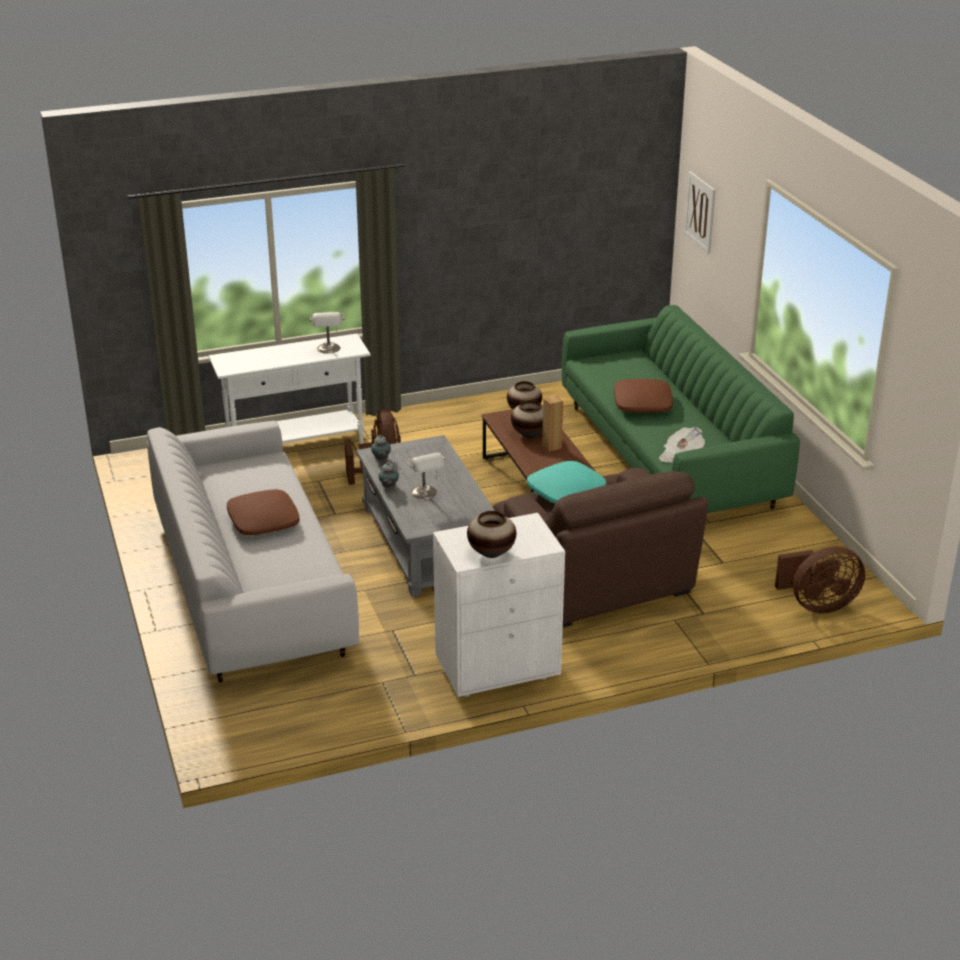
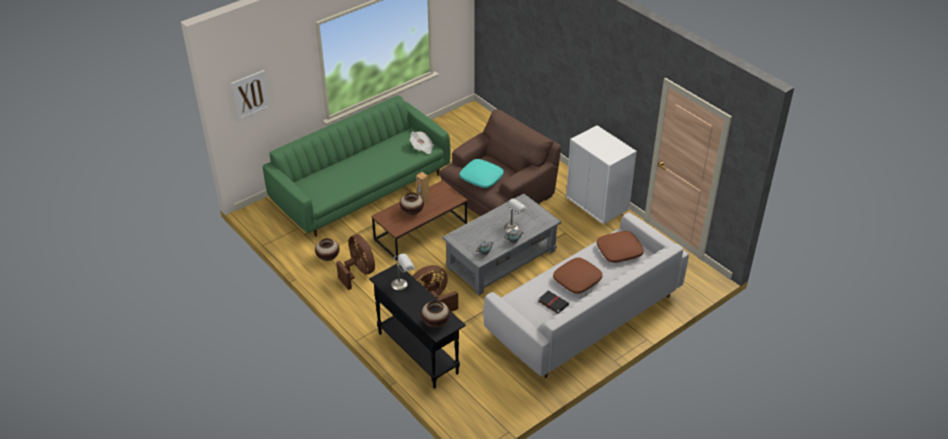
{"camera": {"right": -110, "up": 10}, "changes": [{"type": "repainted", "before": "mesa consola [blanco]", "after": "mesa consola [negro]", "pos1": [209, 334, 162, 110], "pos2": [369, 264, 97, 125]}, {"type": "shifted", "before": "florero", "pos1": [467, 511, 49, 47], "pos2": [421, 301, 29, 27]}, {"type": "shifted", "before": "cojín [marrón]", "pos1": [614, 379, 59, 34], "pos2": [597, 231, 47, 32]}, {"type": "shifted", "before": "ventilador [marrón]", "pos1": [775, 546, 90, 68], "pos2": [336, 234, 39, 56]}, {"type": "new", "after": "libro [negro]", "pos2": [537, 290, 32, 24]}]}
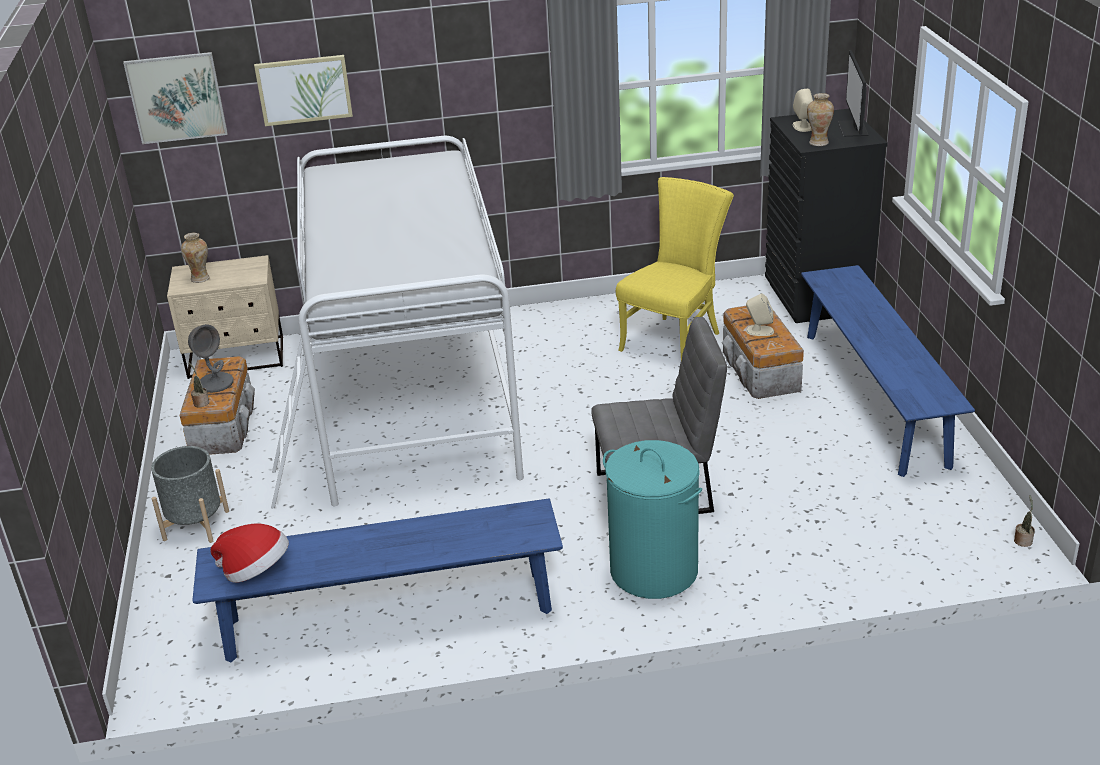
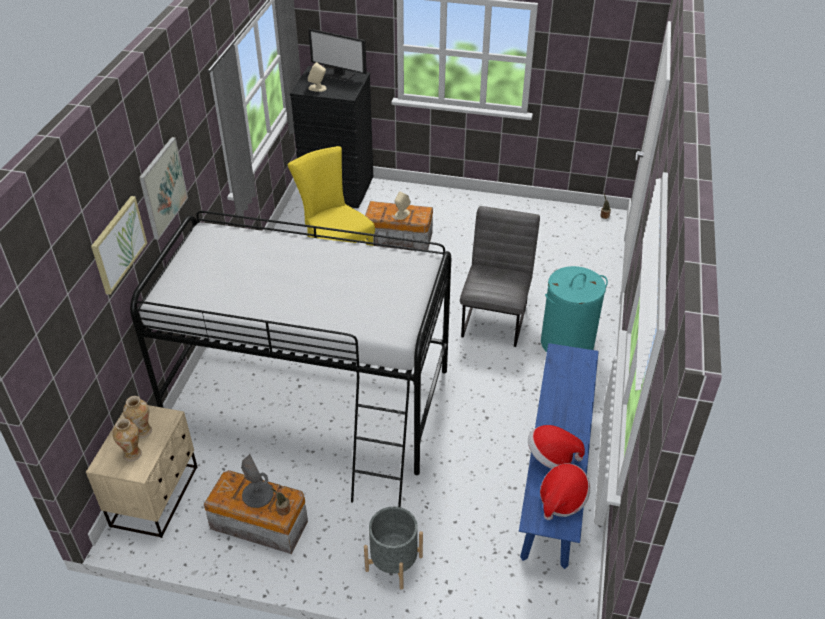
{"camera": {"right": -70, "up": 10}, "changes": [{"type": "shifted", "before": "cuadro", "pos1": [123, 52, 105, 92], "pos2": [139, 137, 49, 103]}, {"type": "repainted", "before": "cama [blanco]", "after": "cama [negro]", "pos1": [271, 136, 253, 372], "pos2": [130, 211, 321, 296]}, {"type": "gone", "before": "banco [azul]", "pos1": [801, 265, 174, 212]}, {"type": "shifted", "before": "florero", "pos1": [807, 93, 27, 53], "pos2": [123, 396, 29, 42]}, {"type": "new", "after": "sombrero", "pos2": [528, 425, 57, 44]}]}
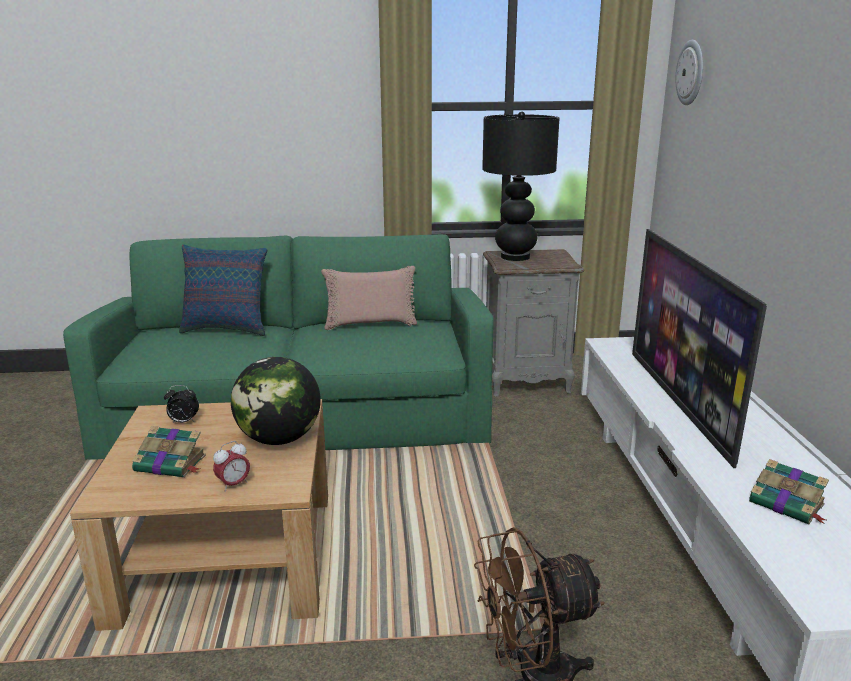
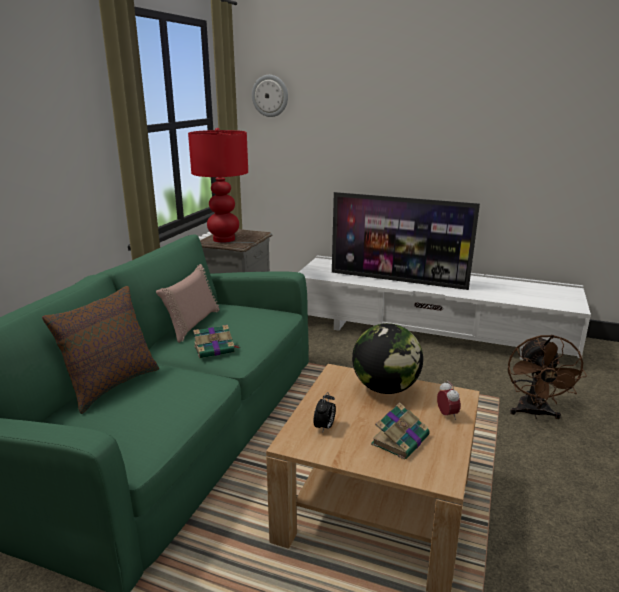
{"camera": {"right": -65, "up": 0}, "changes": [{"type": "repainted", "before": "cojín [azul]", "after": "cojín [marrón]", "pos1": [179, 245, 88, 91], "pos2": [42, 286, 117, 128]}, {"type": "repainted", "before": "lámpara de mesa [negro]", "after": "lámpara de mesa [rojo]", "pos1": [482, 111, 77, 150], "pos2": [188, 128, 60, 115]}, {"type": "shifted", "before": "libro", "pos1": [749, 459, 80, 66], "pos2": [193, 325, 47, 33]}]}
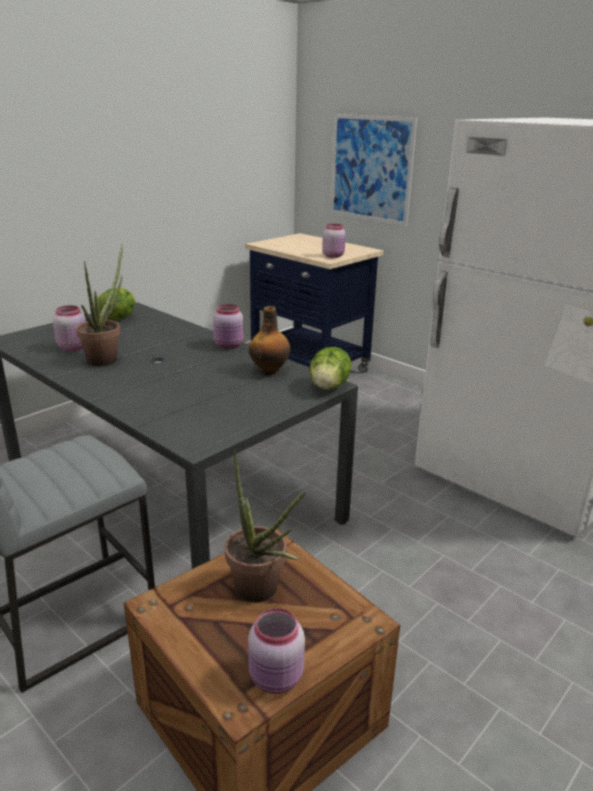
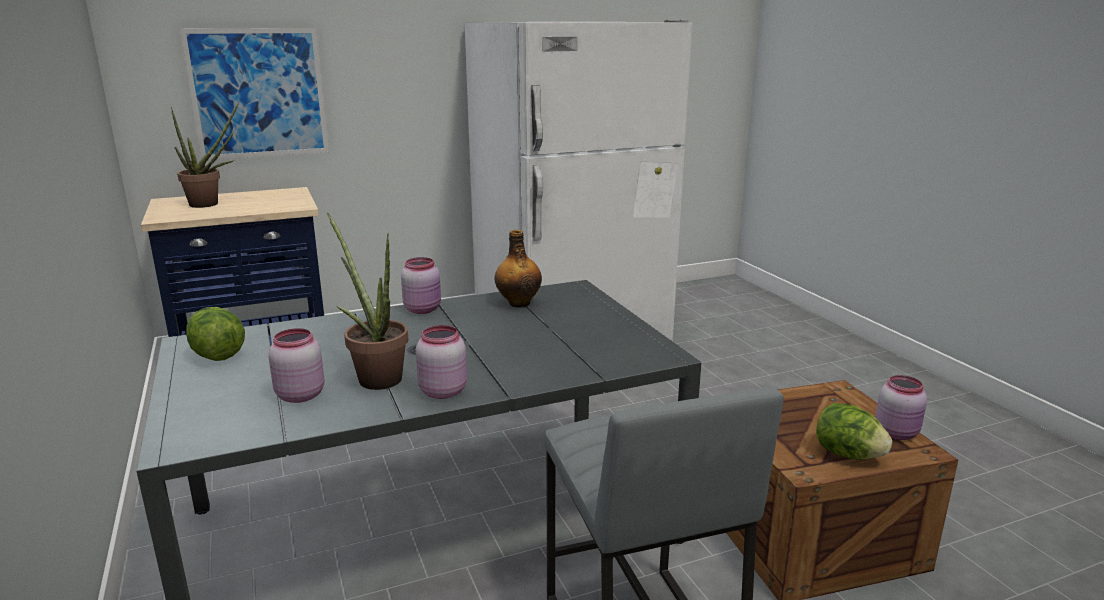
{"camera": {"right": -65, "up": -5}, "changes": [{"type": "shifted", "before": "planta en maceta", "pos1": [225, 449, 81, 153], "pos2": [171, 102, 68, 106]}, {"type": "shifted", "before": "lechuga", "pos1": [309, 347, 42, 43], "pos2": [816, 403, 76, 57]}, {"type": "shifted", "before": "tarro [rosa]", "pos1": [322, 224, 24, 34], "pos2": [416, 325, 51, 74]}]}
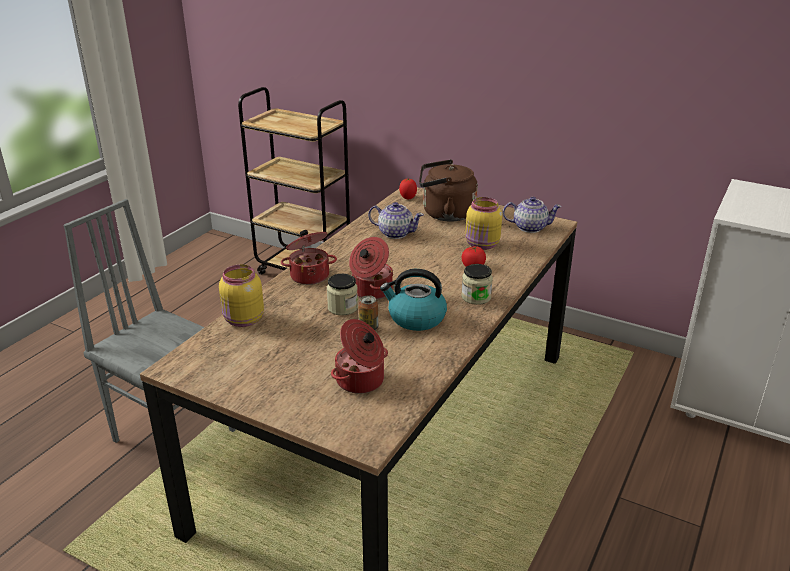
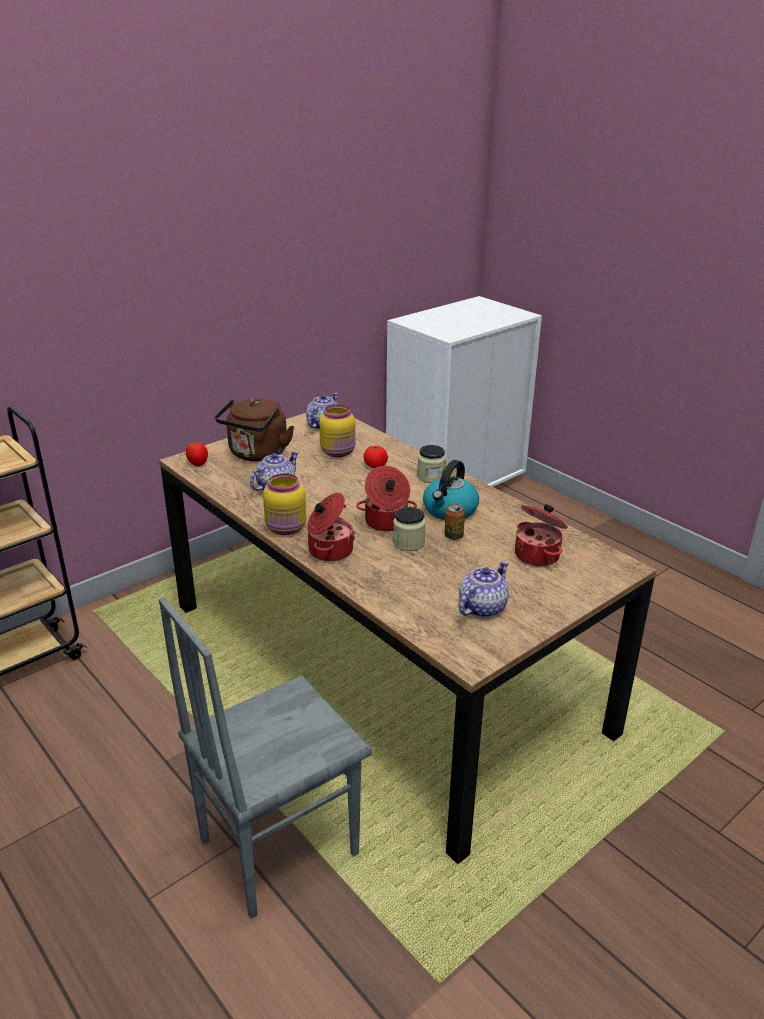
{"camera": {"right": -70, "up": 0}, "changes": [{"type": "shifted", "before": "tarro [amarillo]", "pos1": [219, 265, 45, 62], "pos2": [263, 473, 43, 62]}, {"type": "new", "after": "tetera", "pos2": [459, 561, 50, 56]}]}
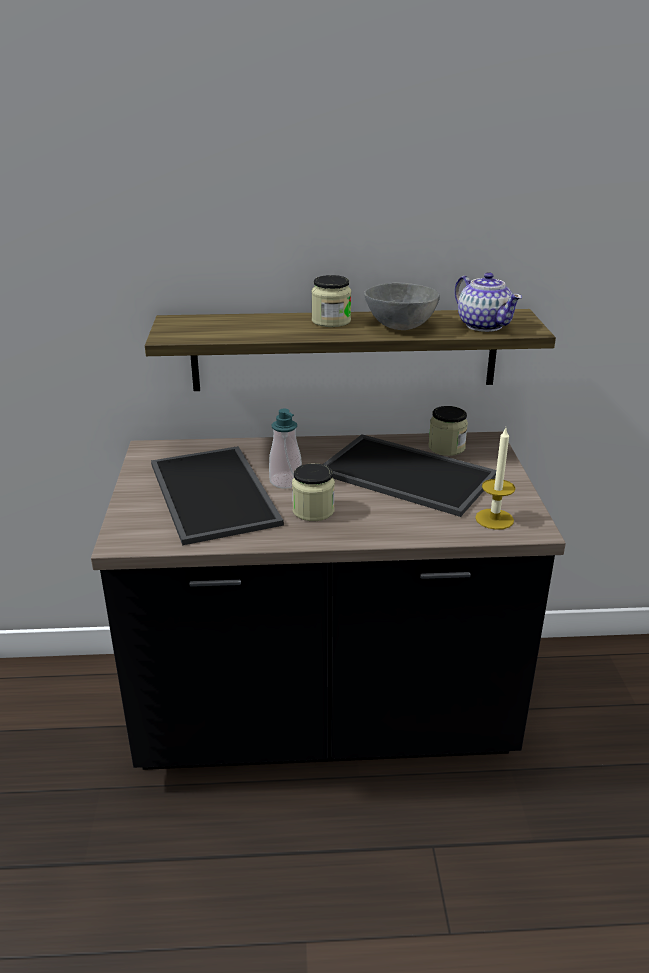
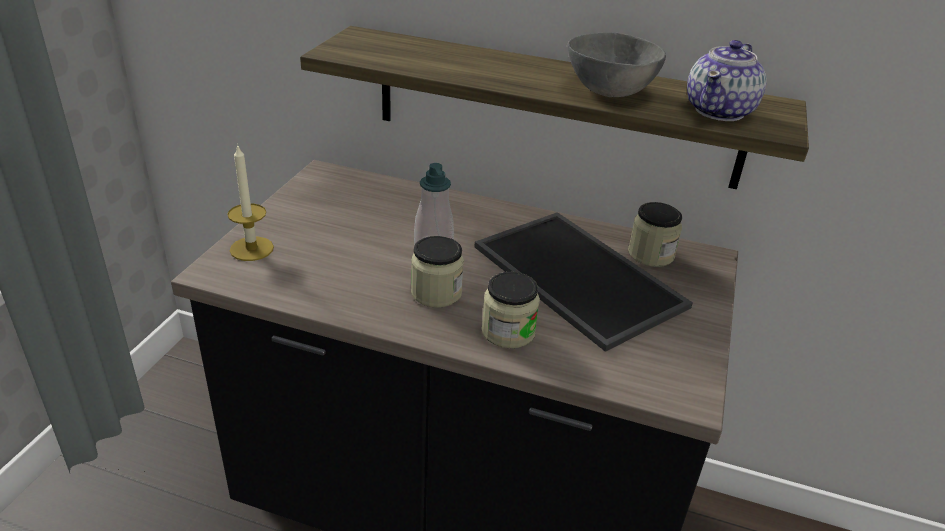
{"camera": {"right": 20, "up": 5}, "changes": [{"type": "gone", "before": "bandeja", "pos1": [151, 446, 133, 99]}, {"type": "shifted", "before": "tarro", "pos1": [311, 275, 40, 52], "pos2": [482, 272, 58, 76]}, {"type": "rotated", "before": "tetera", "pos1": [454, 272, 68, 60], "pos2": [687, 40, 80, 81], "turn": 45}, {"type": "shifted", "before": "vela", "pos1": [475, 428, 40, 102], "pos2": [227, 144, 47, 117]}]}
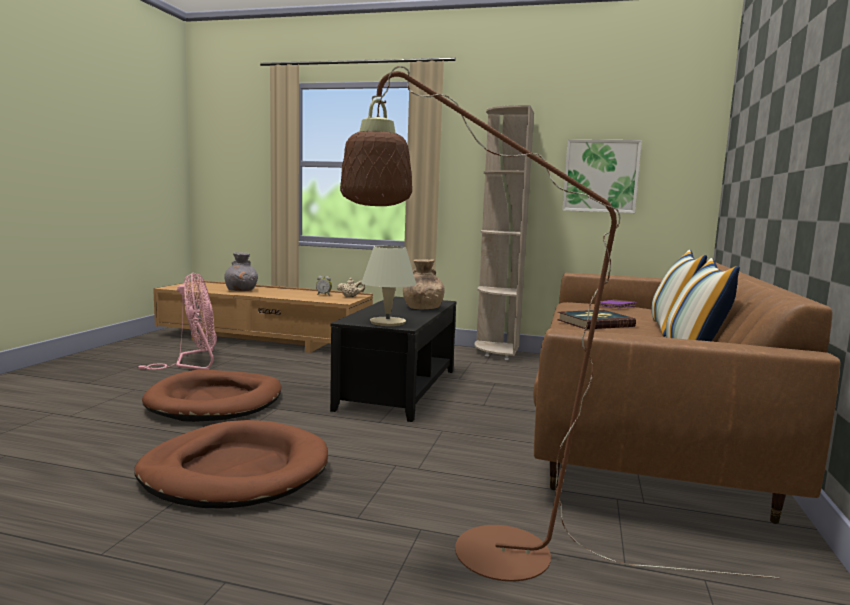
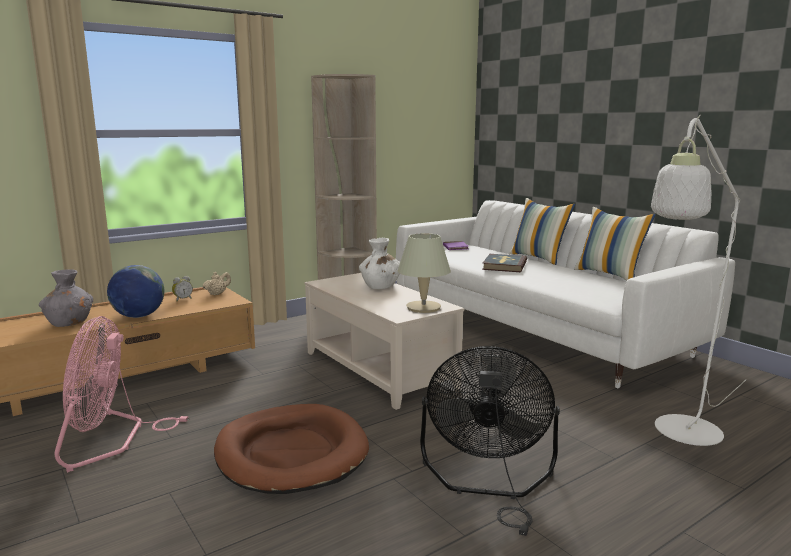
{"camera": {"right": -50, "up": 5}, "changes": [{"type": "swapped", "before": "cama para perro [marrón]", "after": "ventilador [negro]", "pos1": [134, 420, 194, 88], "pos2": [420, 346, 140, 190]}, {"type": "rotated", "before": "ventilador [rosa]", "pos1": [138, 273, 79, 97], "pos2": [55, 316, 135, 157], "turn": -120}, {"type": "repainted", "before": "mesa de centro [negro]", "after": "mesa de centro [beis]", "pos1": [330, 296, 127, 126], "pos2": [304, 273, 160, 137]}, {"type": "repainted", "before": "lámpara de pie [marrón]", "after": "lámpara de pie [blanco]", "pos1": [340, 66, 440, 515], "pos2": [651, 115, 95, 331]}, {"type": "repainted", "before": "florero [marrón]", "after": "florero [blanco]", "pos1": [403, 259, 42, 50], "pos2": [359, 238, 41, 51]}, {"type": "repainted", "before": "sofá [marrón]", "after": "sofá [blanco]", "pos1": [533, 260, 307, 264], "pos2": [396, 200, 339, 188]}, {"type": "gone", "before": "cuadro", "pos1": [563, 139, 79, 74]}, {"type": "new", "after": "globo terráqueo", "pos2": [107, 265, 58, 53]}]}
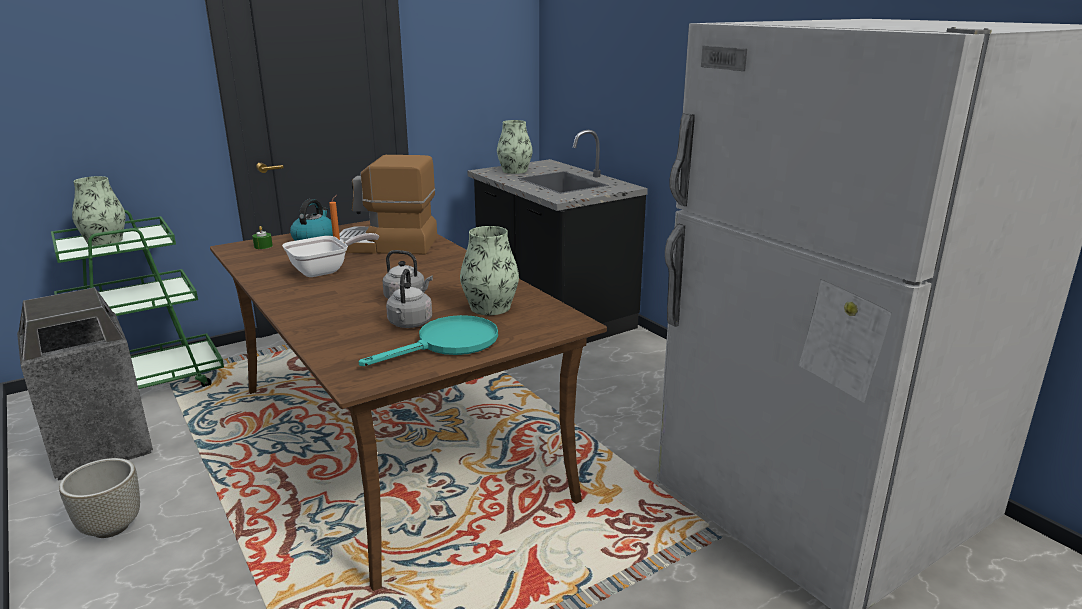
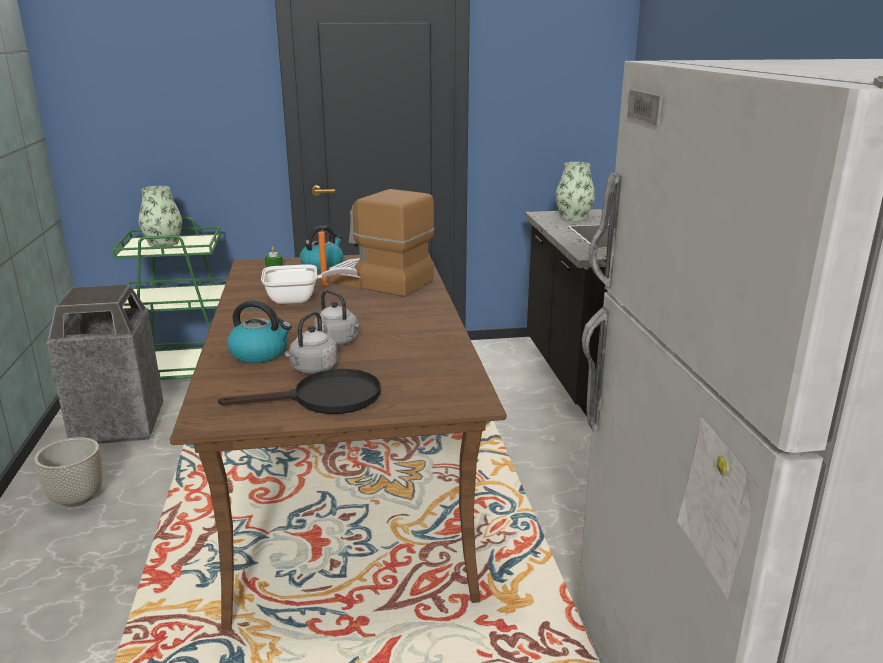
{"camera": {"right": 25, "up": 0}, "changes": [{"type": "repainted", "before": "sartén [turquesa]", "after": "sartén [negro]", "pos1": [359, 315, 139, 51], "pos2": [218, 369, 162, 45]}, {"type": "gone", "before": "florero", "pos1": [460, 226, 59, 89]}, {"type": "new", "after": "hervidor", "pos2": [227, 300, 65, 63]}]}
